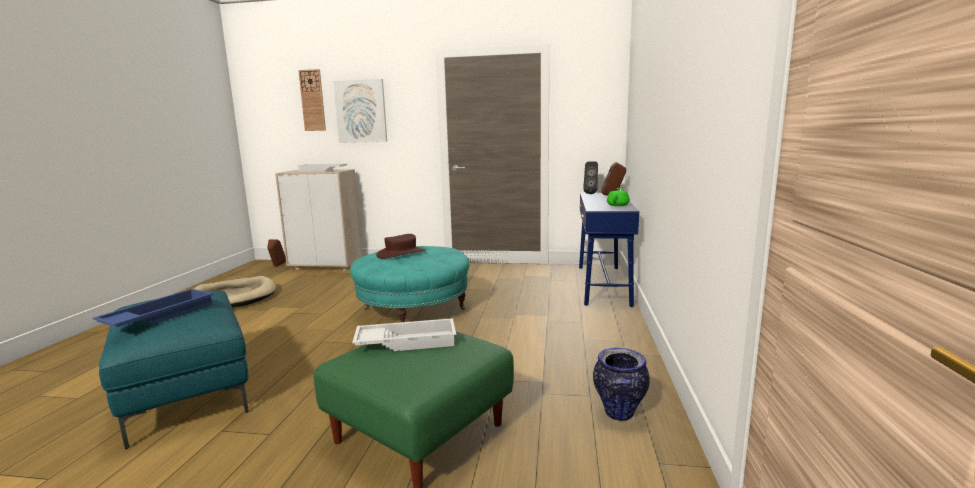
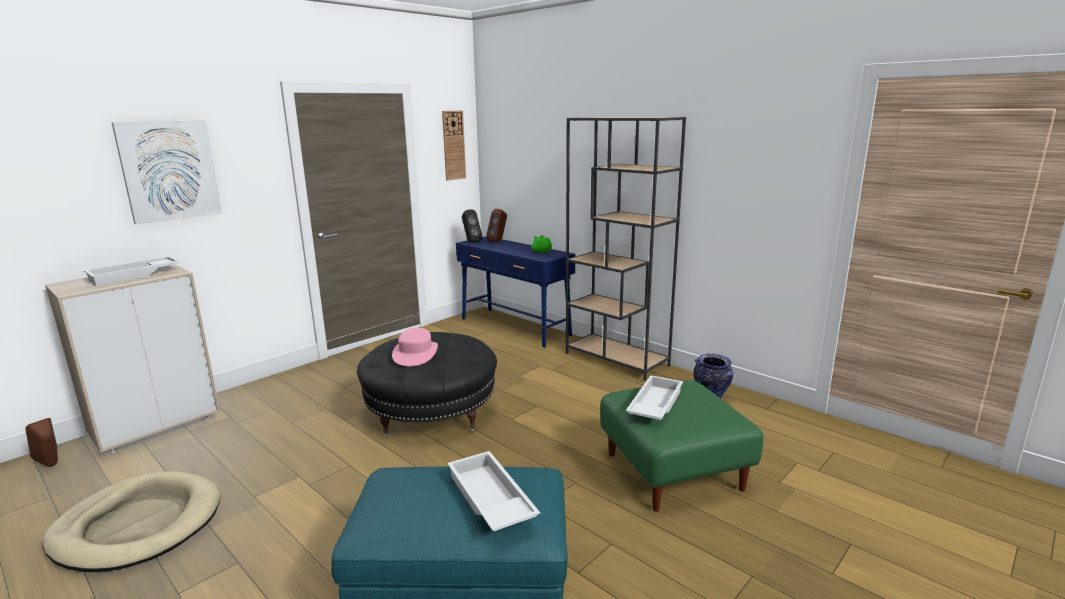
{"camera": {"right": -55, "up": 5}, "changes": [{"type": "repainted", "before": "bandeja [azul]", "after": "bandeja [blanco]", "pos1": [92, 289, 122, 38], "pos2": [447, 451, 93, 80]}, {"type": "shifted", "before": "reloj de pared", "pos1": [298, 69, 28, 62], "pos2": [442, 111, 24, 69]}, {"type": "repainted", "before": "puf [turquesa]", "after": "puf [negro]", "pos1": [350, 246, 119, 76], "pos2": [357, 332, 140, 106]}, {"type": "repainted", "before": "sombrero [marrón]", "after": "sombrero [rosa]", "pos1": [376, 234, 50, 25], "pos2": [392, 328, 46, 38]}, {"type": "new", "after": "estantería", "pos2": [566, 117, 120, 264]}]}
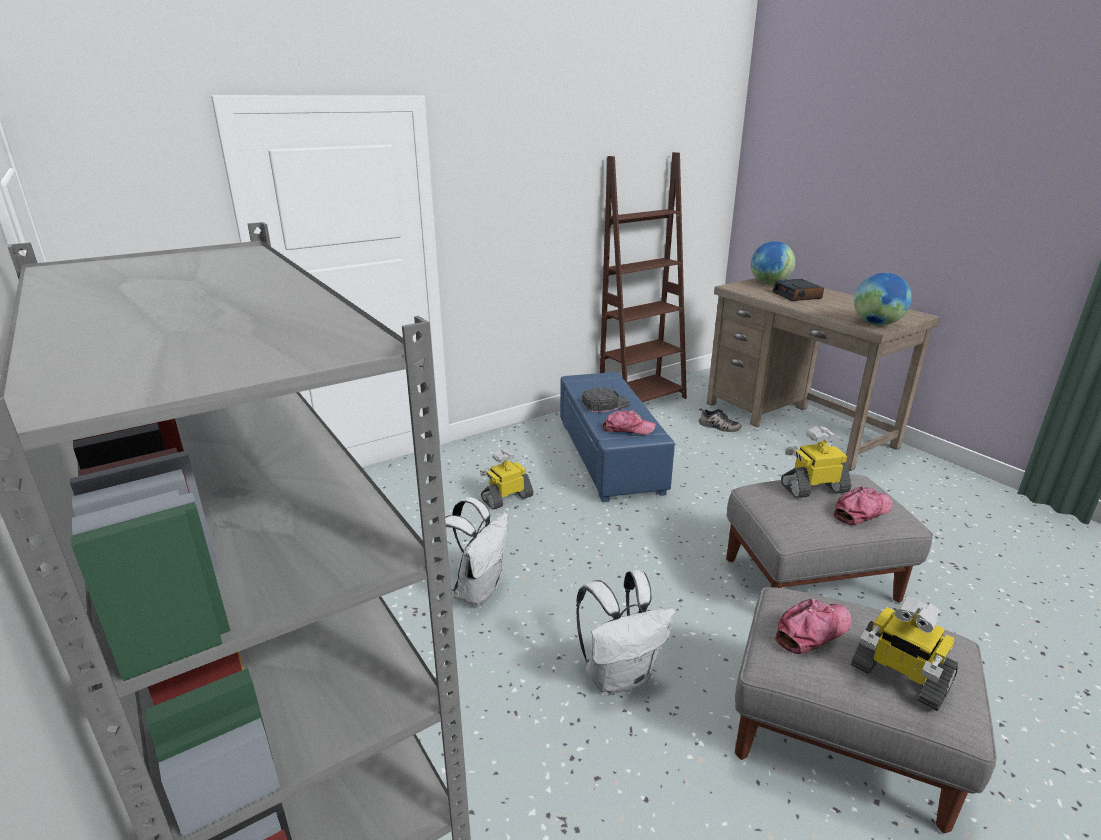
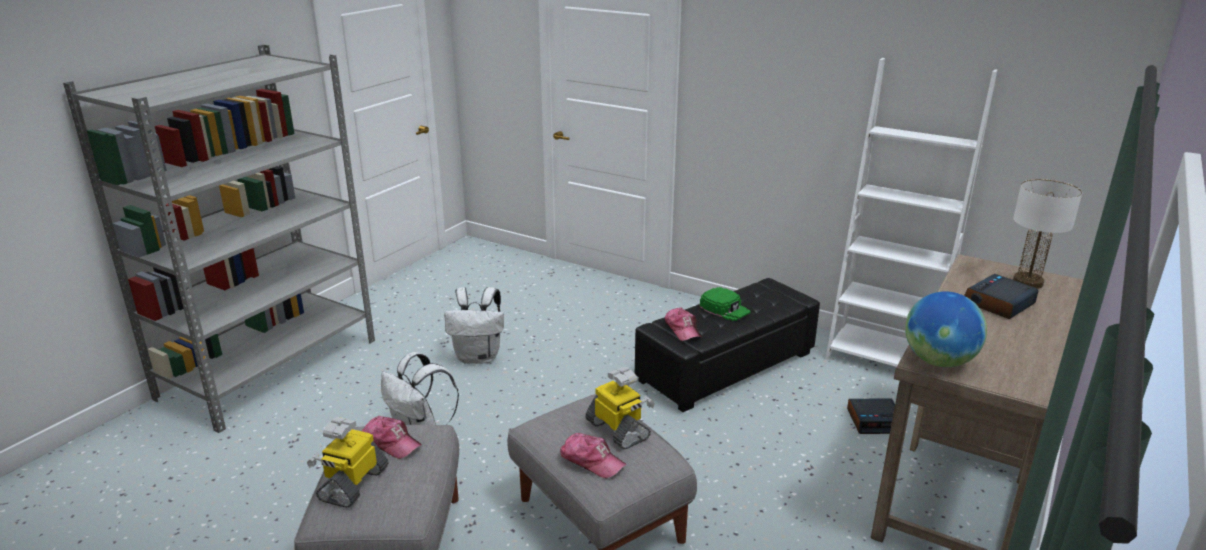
{"camera": {"right": 65, "up": 0}, "changes": [{"type": "gone", "before": "robot de juguete", "pos1": [480, 449, 54, 61]}, {"type": "repainted", "before": "puf [azul]", "after": "puf [negro]", "pos1": [560, 372, 115, 130], "pos2": [635, 278, 185, 134]}, {"type": "repainted", "before": "gorra [negro]", "after": "gorra [verde]", "pos1": [582, 387, 48, 26], "pos2": [700, 287, 51, 34]}, {"type": "repainted", "before": "estantería [marrón]", "after": "estantería [blanco]", "pos1": [600, 152, 87, 250], "pos2": [825, 58, 172, 309]}, {"type": "swapped", "before": "zapato", "after": "despertador", "pos1": [699, 408, 42, 24], "pos2": [847, 398, 48, 36]}, {"type": "swapped", "before": "globo terráqueo", "after": "lámpara de mesa", "pos1": [751, 241, 45, 44], "pos2": [1013, 179, 69, 110]}]}
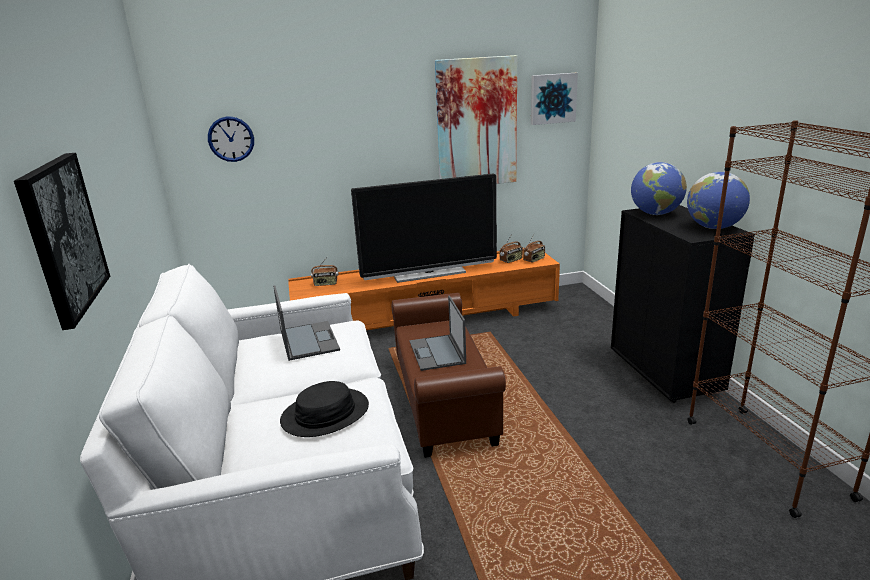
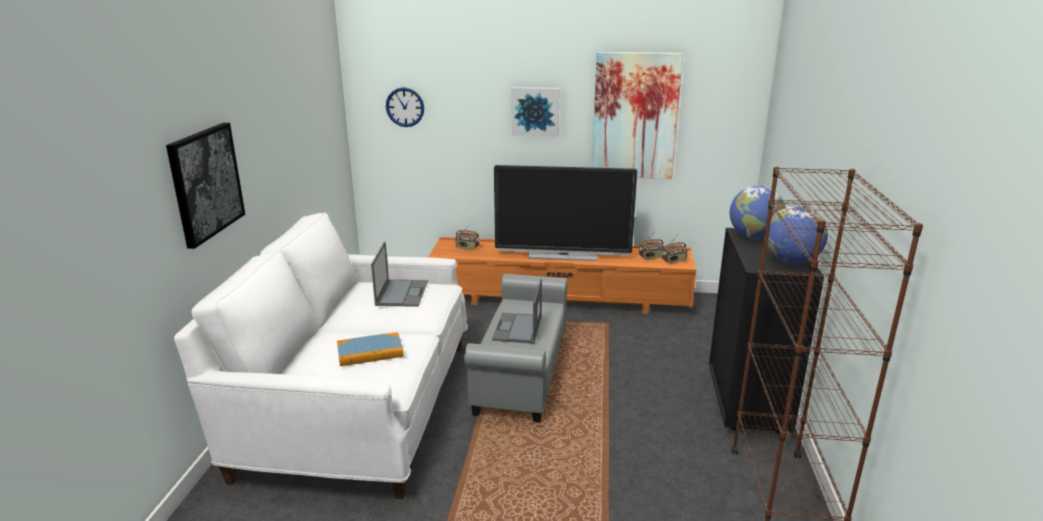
{"camera": {"right": 20, "up": 0}, "changes": [{"type": "swapped", "before": "sombrero [negro]", "after": "libro", "pos1": [280, 381, 89, 56], "pos2": [337, 332, 67, 34]}, {"type": "repainted", "before": "puf [marrón]", "after": "puf [gris]", "pos1": [392, 293, 114, 165], "pos2": [464, 274, 104, 149]}, {"type": "shifted", "before": "cuadro", "pos1": [531, 73, 47, 52], "pos2": [512, 87, 48, 49]}]}
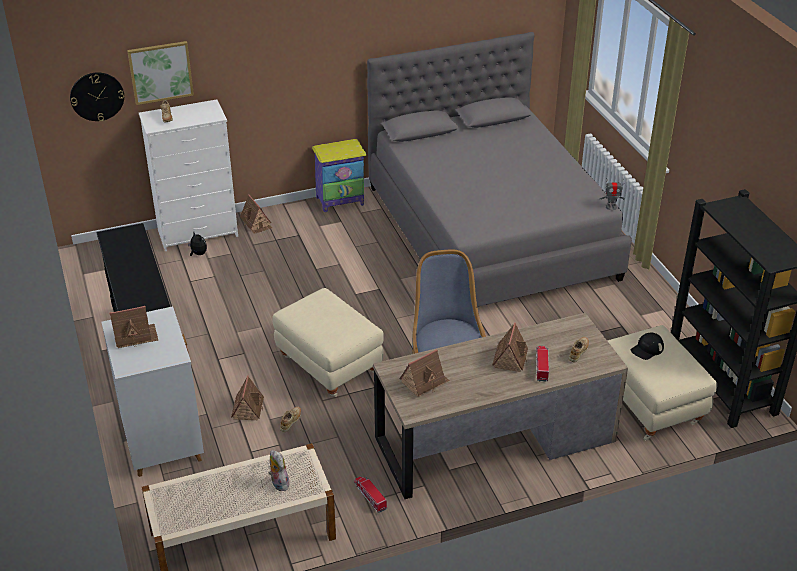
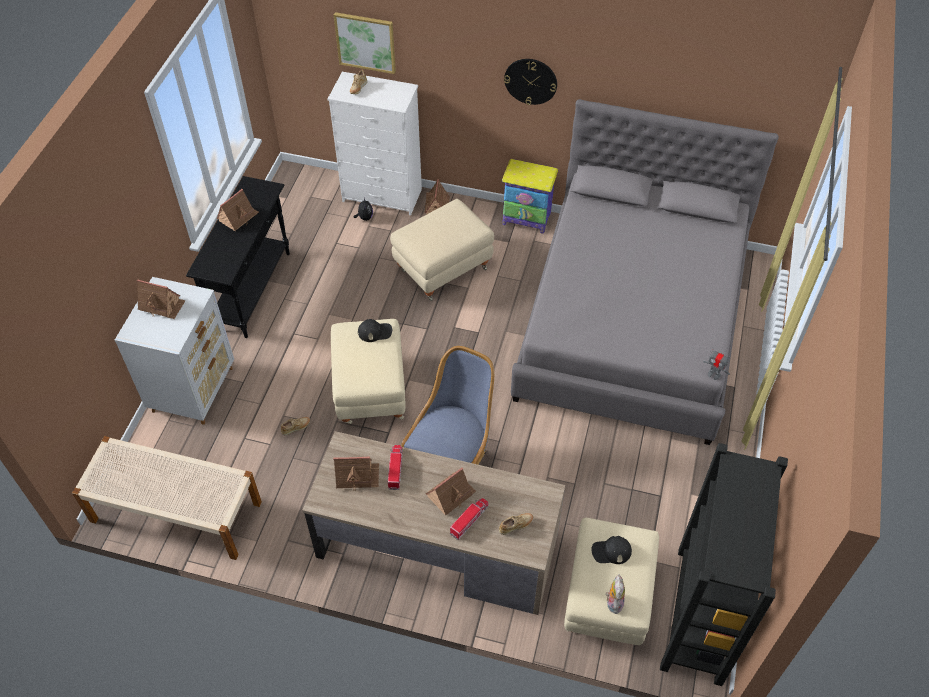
{"camera": {"right": 35, "up": 15}, "changes": [{"type": "shifted", "before": "reloj de pared", "pos1": [70, 72, 54, 49], "pos2": [504, 59, 53, 46]}, {"type": "shifted", "before": "casita", "pos1": [231, 375, 33, 45], "pos2": [217, 189, 42, 42]}, {"type": "shifted", "before": "peluche", "pos1": [268, 450, 22, 41], "pos2": [606, 574, 19, 40]}, {"type": "shifted", "before": "camión de juguete", "pos1": [354, 477, 33, 36], "pos2": [388, 445, 15, 45]}, {"type": "new", "after": "gorra [negro]", "pos2": [358, 319, 34, 23]}, {"type": "new", "after": "puf [beis]", "pos2": [390, 199, 104, 102]}]}
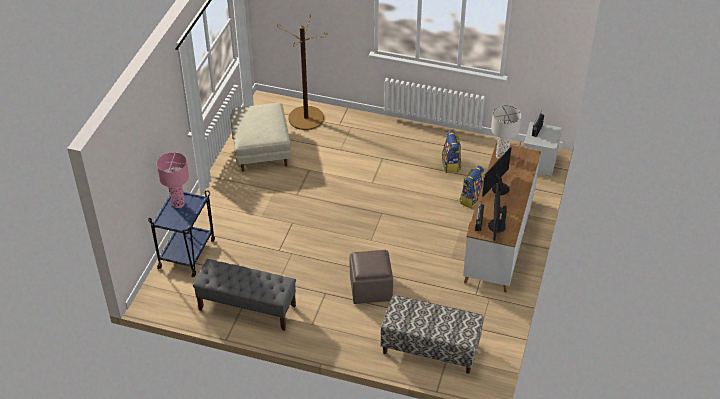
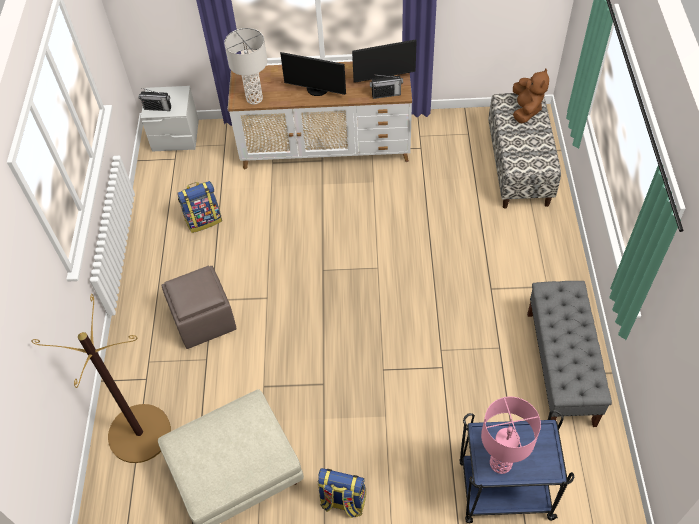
{"camera": {"right": -105, "up": 10}, "changes": [{"type": "shifted", "before": "puf [marrón]", "pos1": [349, 250, 44, 54], "pos2": [161, 266, 76, 83]}, {"type": "shifted", "before": "mochila", "pos1": [460, 165, 24, 44], "pos2": [318, 468, 48, 50]}, {"type": "new", "after": "peluche [marrón]", "pos2": [513, 69, 36, 54]}]}
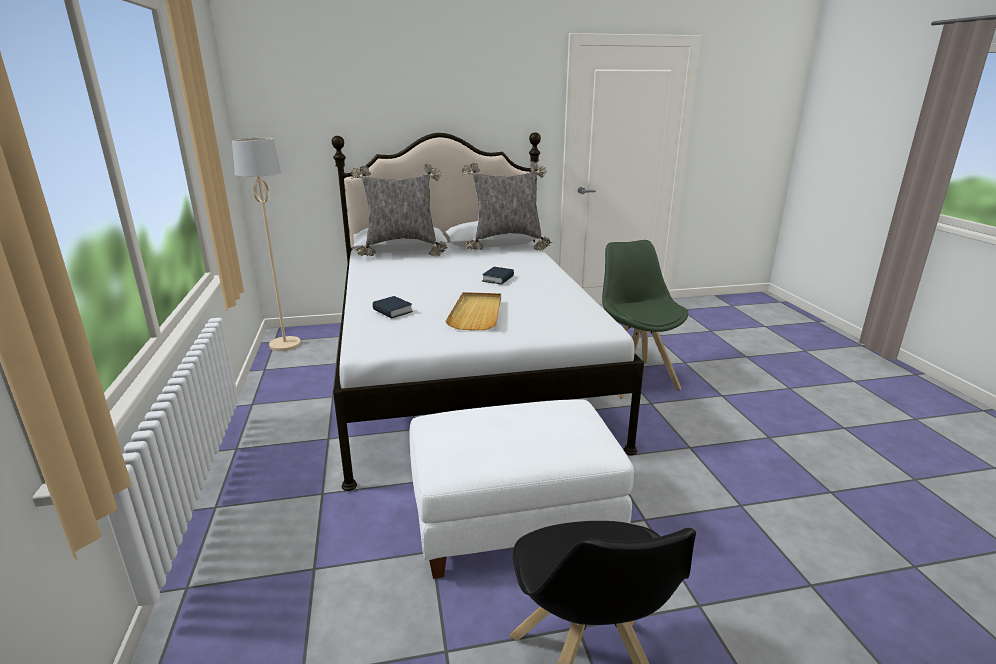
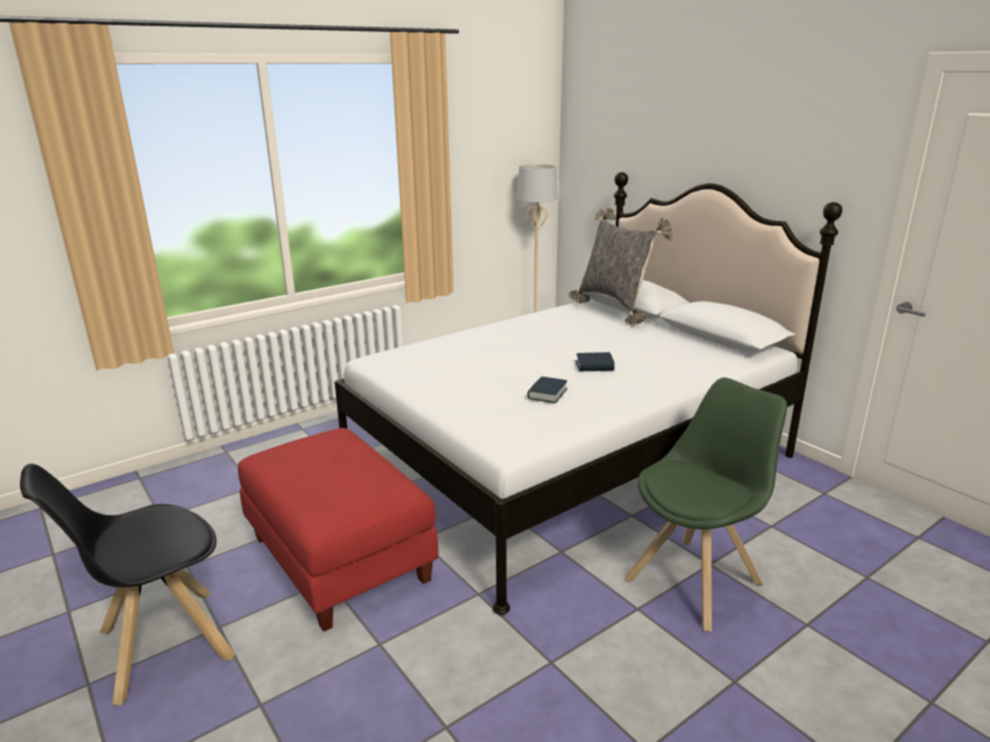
{"camera": {"right": 65, "up": 0}, "changes": [{"type": "shifted", "before": "libro", "pos1": [372, 296, 41, 22], "pos2": [527, 376, 41, 27]}, {"type": "repainted", "before": "puf [blanco]", "after": "puf [rojo]", "pos1": [409, 399, 225, 180], "pos2": [238, 428, 201, 204]}, {"type": "gone", "before": "bandeja [beis]", "pos1": [446, 292, 55, 38]}, {"type": "gone", "before": "cojín", "pos1": [462, 161, 90, 90]}]}
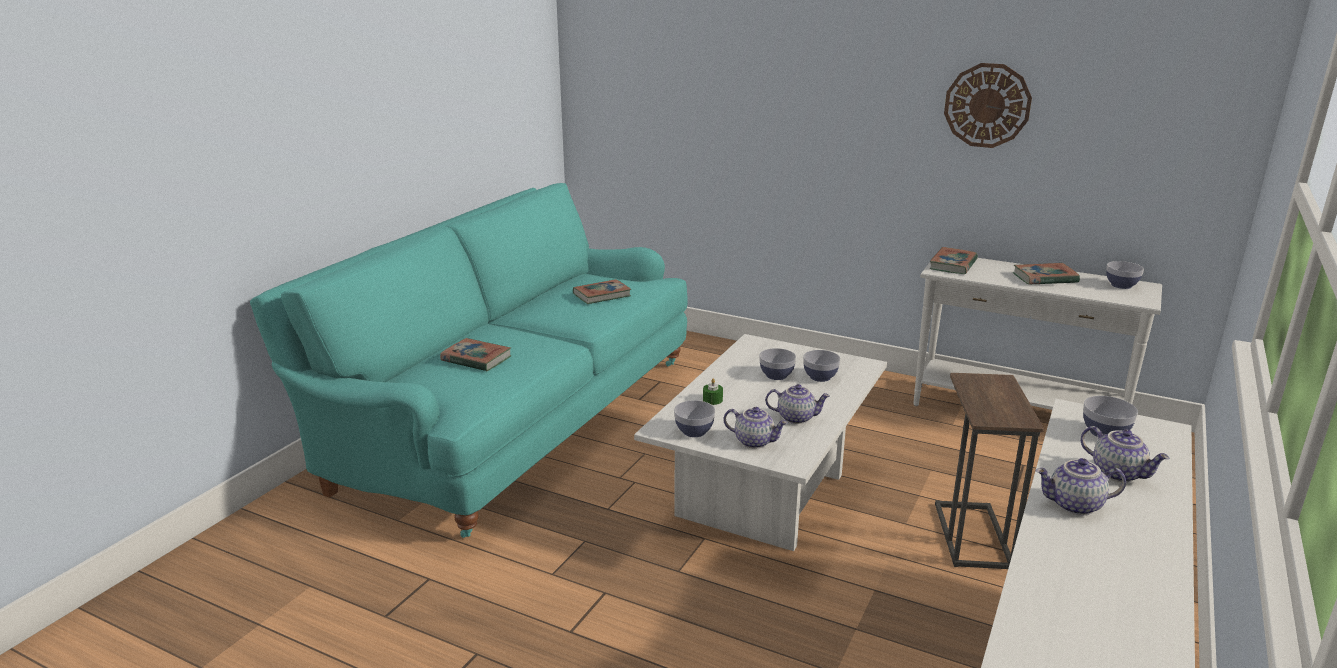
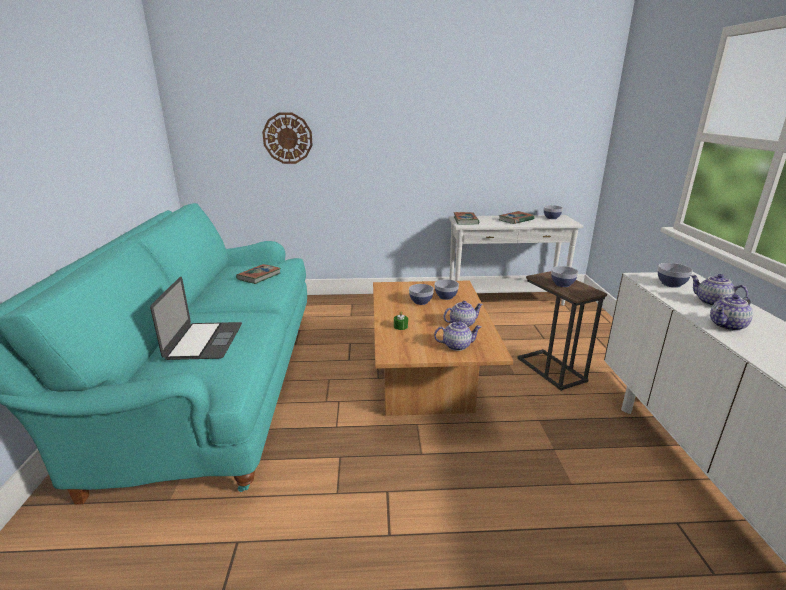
{"camera": {"right": -30, "up": 0}, "changes": [{"type": "swapped", "before": "libro", "after": "portátil", "pos1": [440, 338, 71, 33], "pos2": [150, 277, 92, 83]}, {"type": "repainted", "before": "mesa de centro [blanco]", "after": "mesa de centro [marrón]", "pos1": [634, 334, 253, 217], "pos2": [373, 281, 140, 135]}, {"type": "shifted", "before": "cuenco", "pos1": [674, 400, 41, 37], "pos2": [551, 266, 27, 21]}, {"type": "shifted", "before": "reloj de pared", "pos1": [944, 63, 88, 85], "pos2": [262, 113, 51, 51]}, {"type": "rotated", "before": "tetera", "pos1": [1080, 426, 90, 56], "pos2": [690, 274, 58, 32], "turn": -150}]}
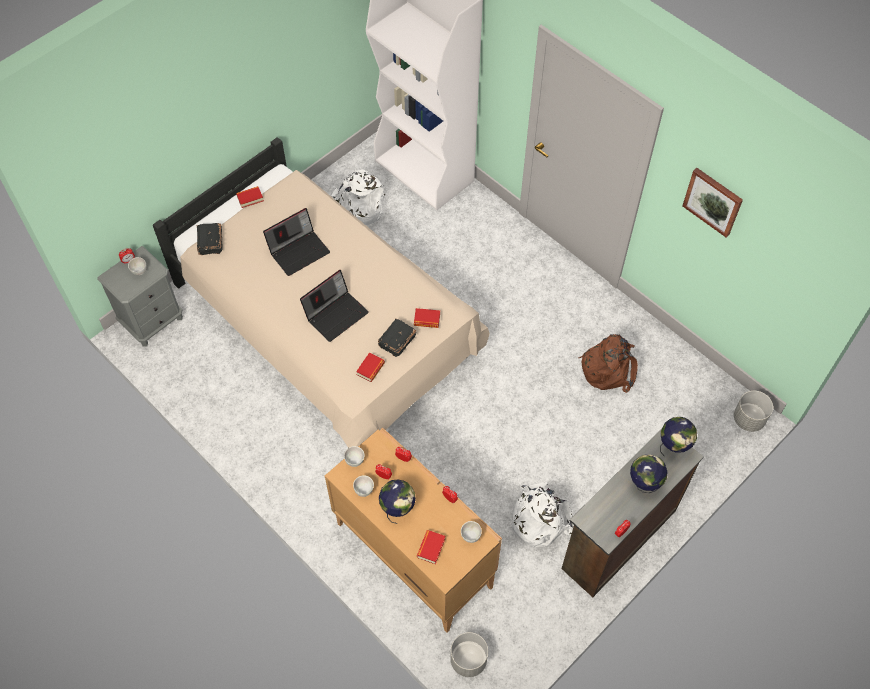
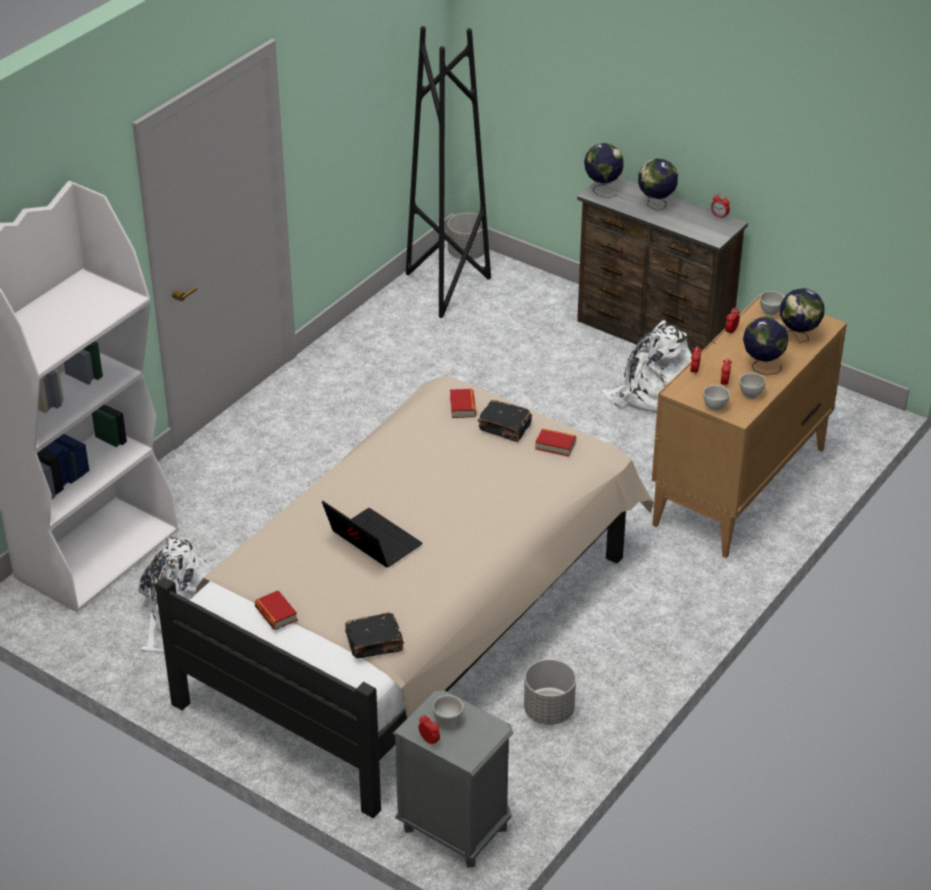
{"camera": {"right": -100, "up": -20}, "changes": [{"type": "gone", "before": "portátil", "pos1": [300, 270, 69, 72]}, {"type": "swapped", "before": "libro", "after": "globo terráqueo", "pos1": [417, 530, 28, 34], "pos2": [780, 288, 44, 55]}, {"type": "shifted", "before": "maceta [gris]", "pos1": [450, 632, 38, 45], "pos2": [524, 659, 52, 66]}, {"type": "gone", "before": "mochila [marrón]", "pos1": [578, 334, 60, 59]}, {"type": "gone", "before": "cuadro", "pos1": [682, 168, 61, 70]}, {"type": "new", "after": "perchero [negro]", "pos2": [406, 26, 85, 292]}]}
